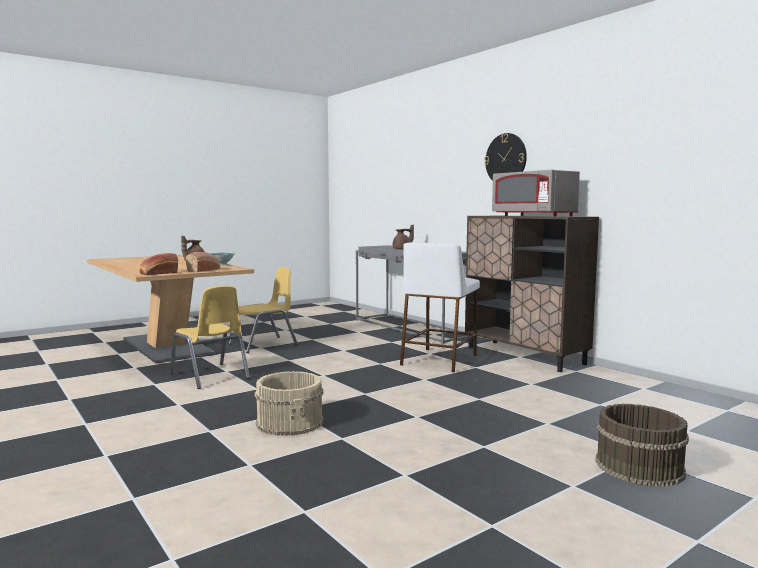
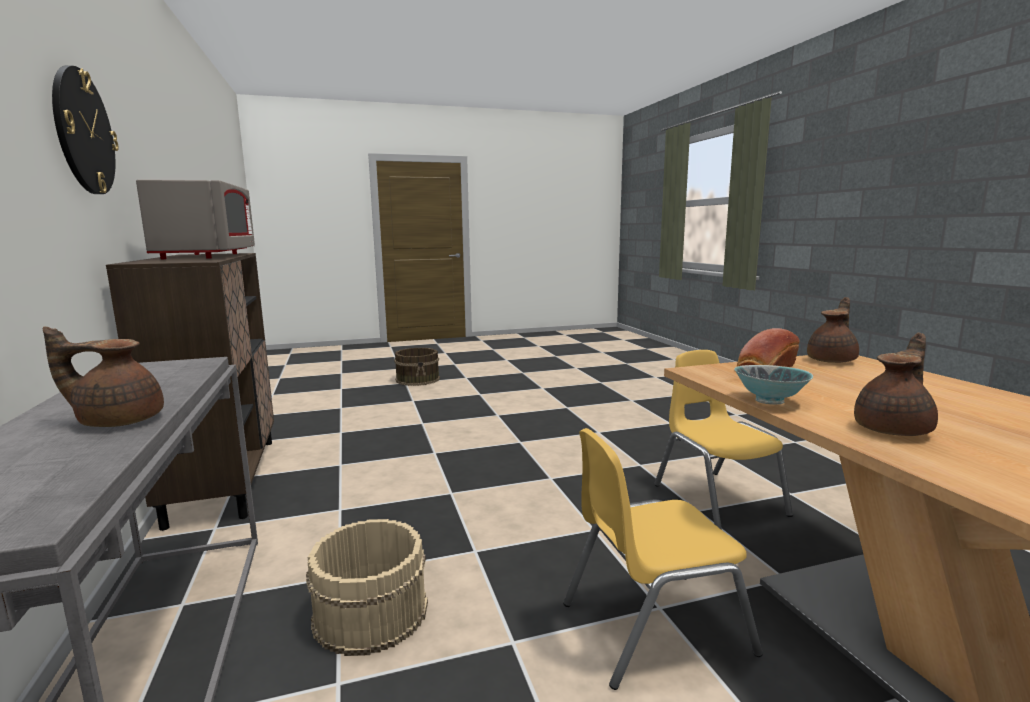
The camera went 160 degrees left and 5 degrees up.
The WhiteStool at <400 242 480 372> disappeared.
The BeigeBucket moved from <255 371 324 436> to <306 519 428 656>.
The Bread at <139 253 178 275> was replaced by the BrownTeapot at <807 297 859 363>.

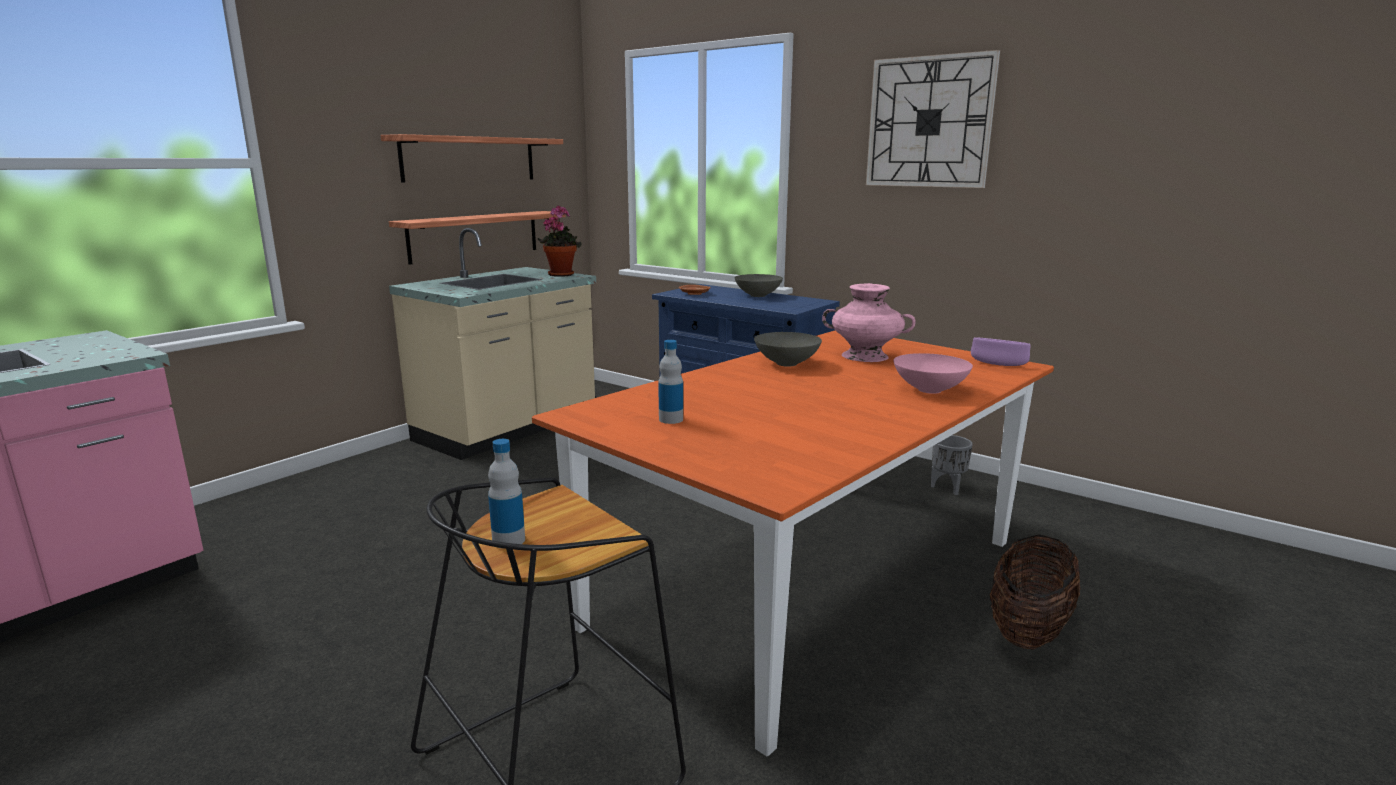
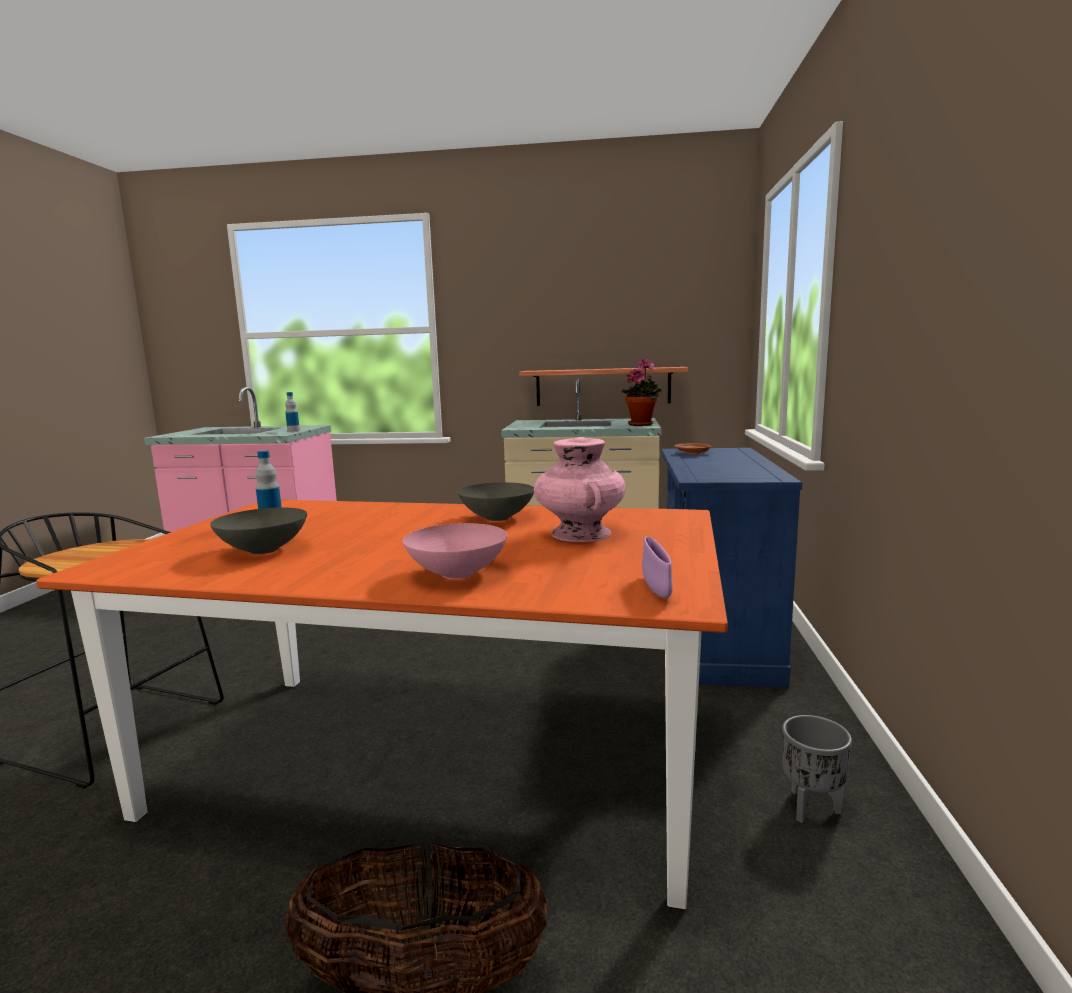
The camera went 60 degrees right and 5 degrees down.
The Shelf at <381 134 563 182> disappeared.
The WallClock at <866 50 1000 188> disappeared.
The Bottle moved from <488 439 525 544> to <285 392 300 432>.
The GreyBowl moved from <734 274 783 297> to <210 507 307 554>.

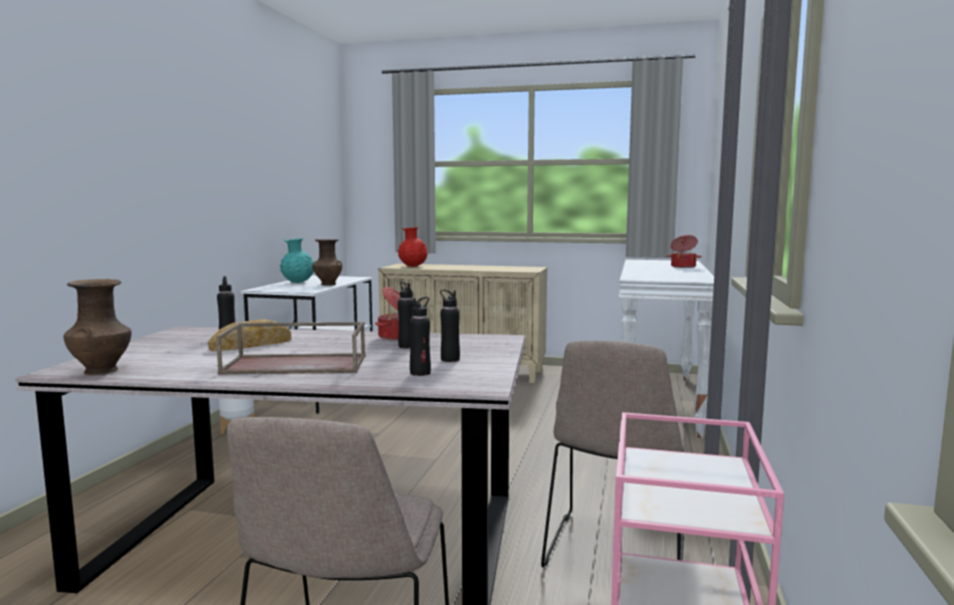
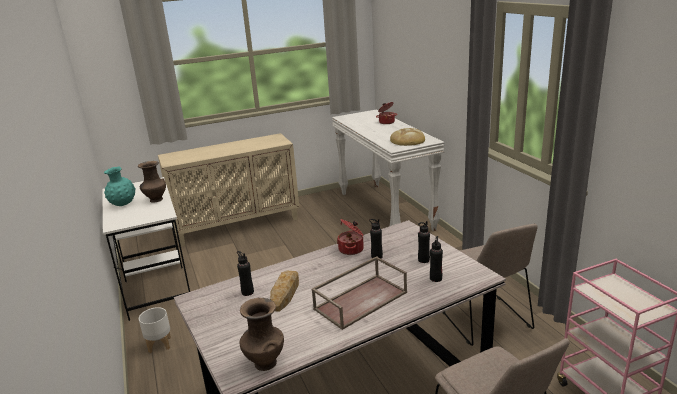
The camera went 35 degrees left and 15 degrees up.
The RedVase at <398 227 428 267> disappeared.
The Bread at <390 128 425 146> appeared.

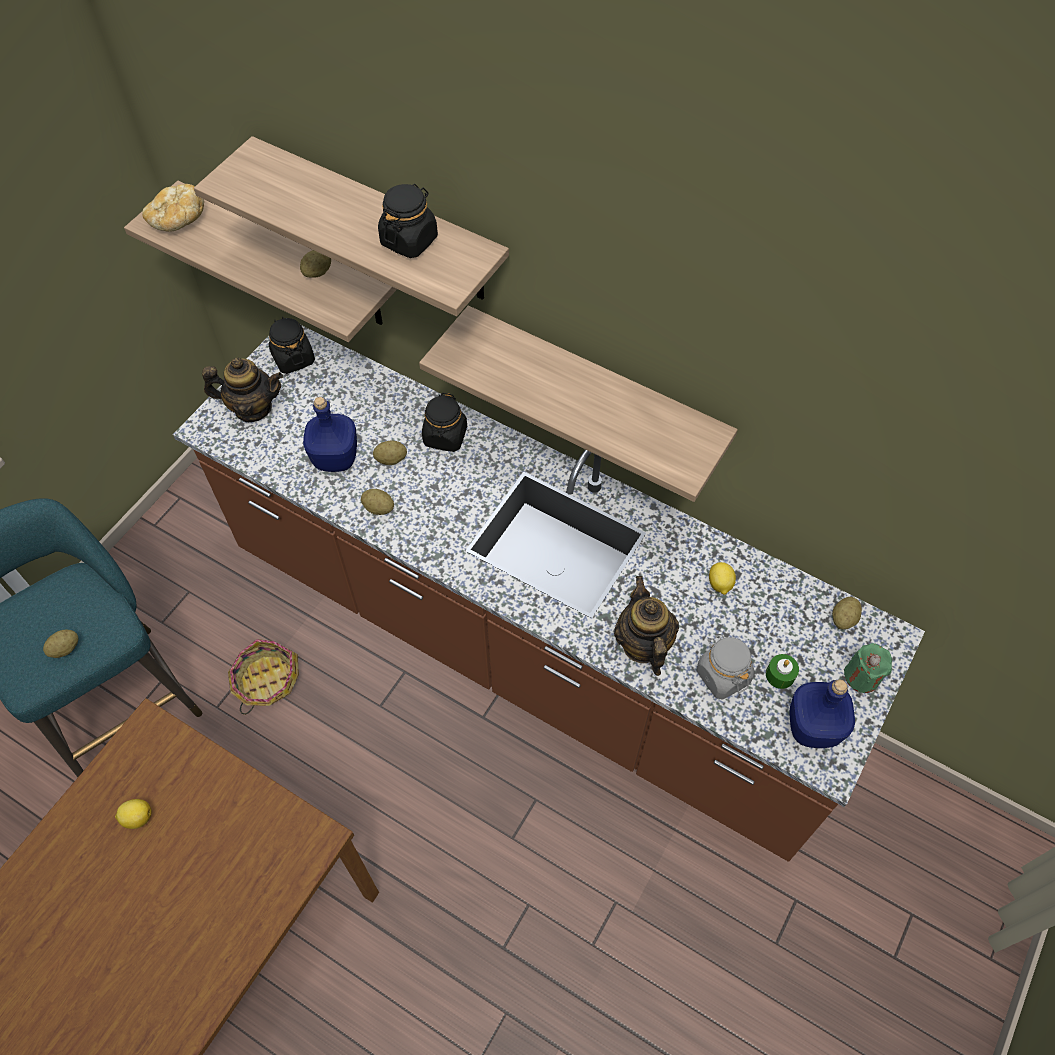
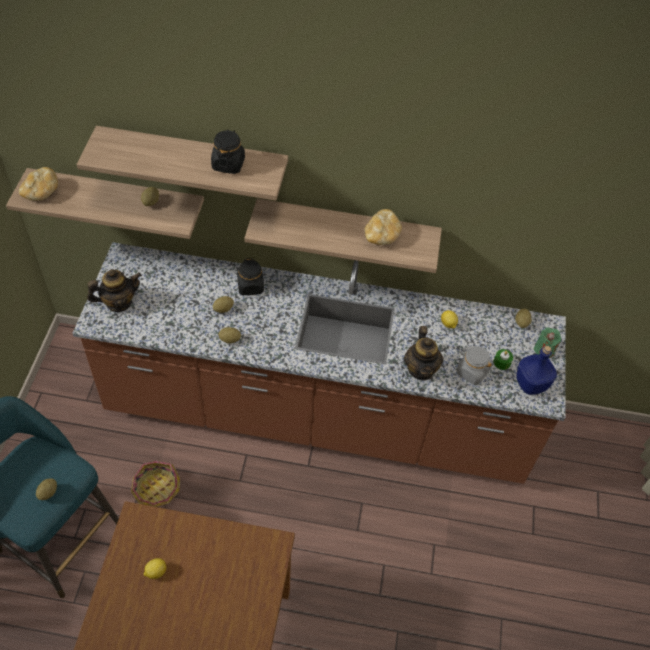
The camera went 25 degrees left and 5 degrees down.
The BlackJar at <268 317 315 374> disappeared.
The BlueBottle at <303 397 357 472> disappeared.
The Bread at <364 209 402 245> appeared.
The Teapot at <614 576 679 676> turned 150 degrees counterclockwise.

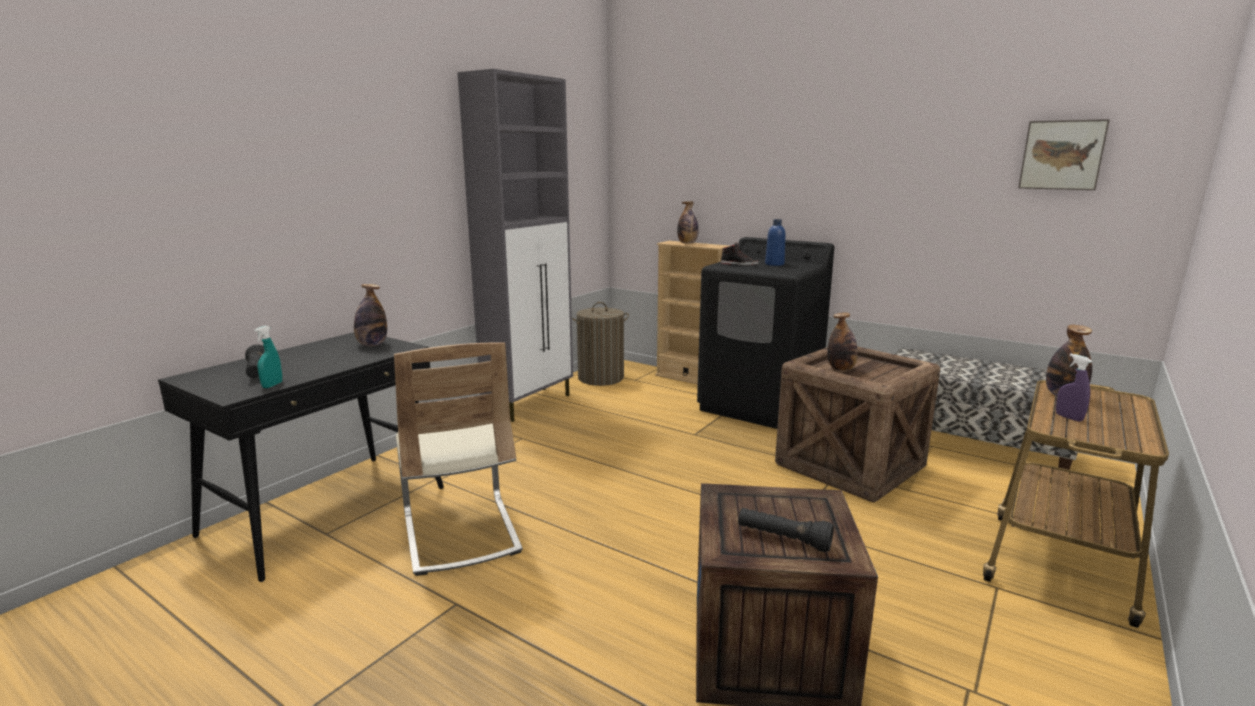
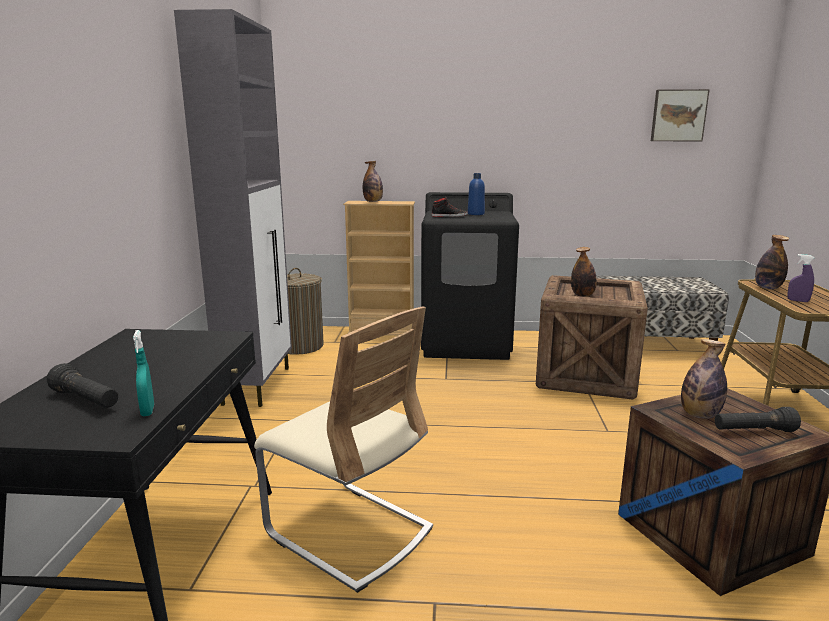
The camera went 30 degrees left and 0 degrees up.
The Bottle moved from <354 284 387 346> to <681 339 727 419>.

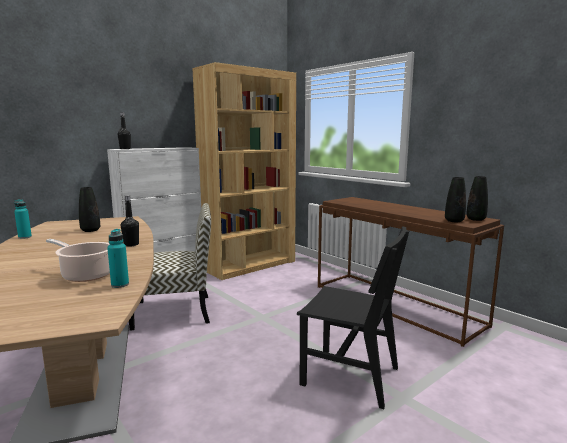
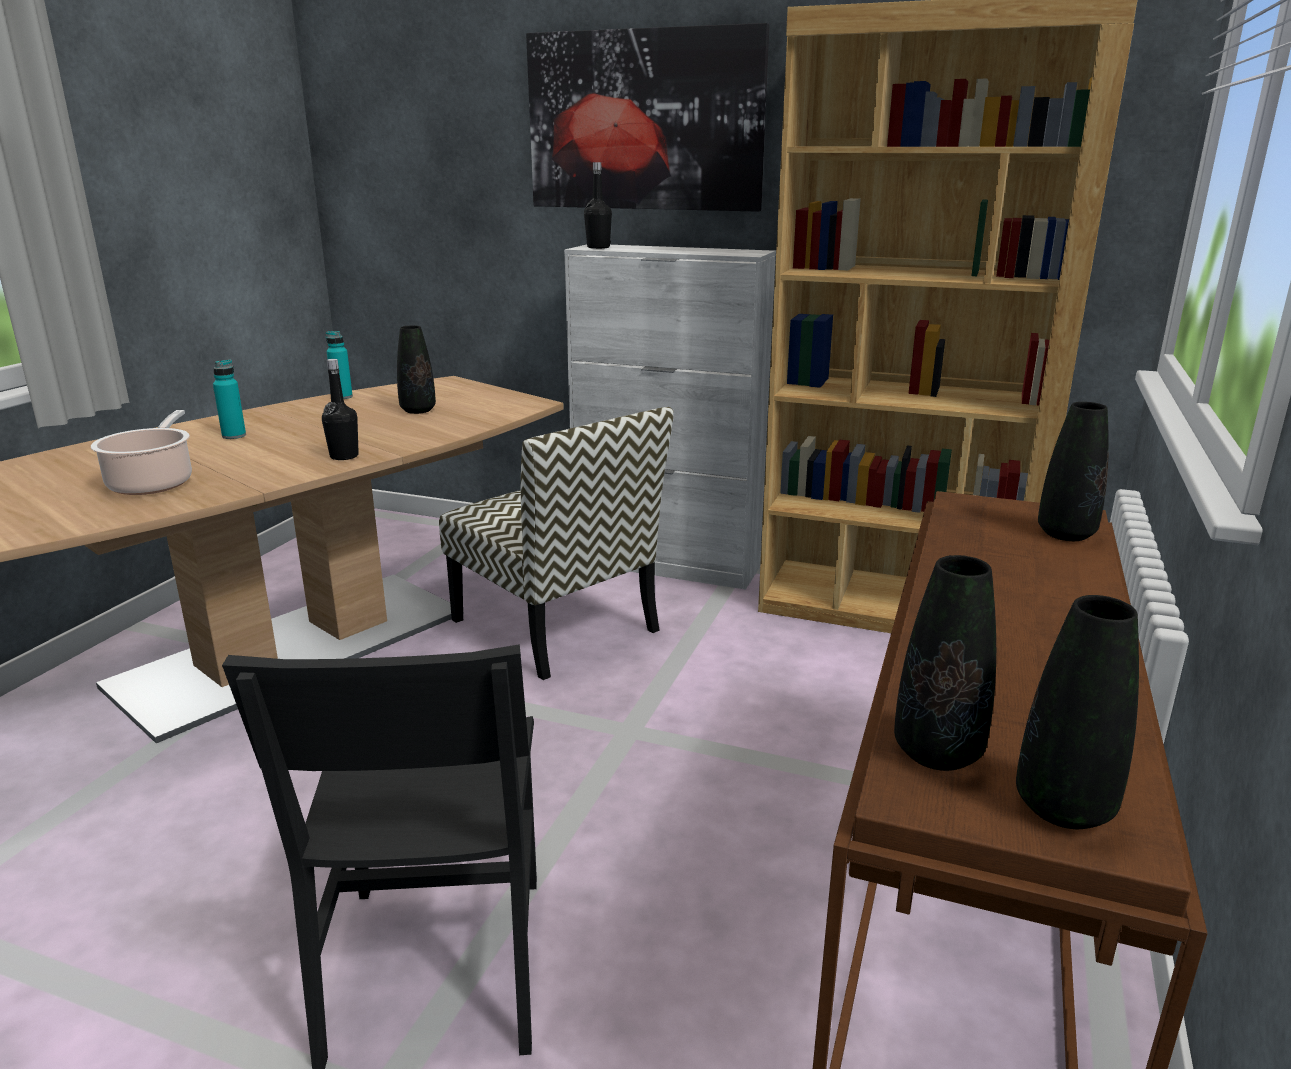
The camera went 60 degrees right and 10 degrees up.
The Picture at <526 23 769 212> appeared.
The BlackVase at <1038 402 1109 541> appeared.
The TurquoiseBottle moved from <107 229 129 288> to <213 359 246 439>.

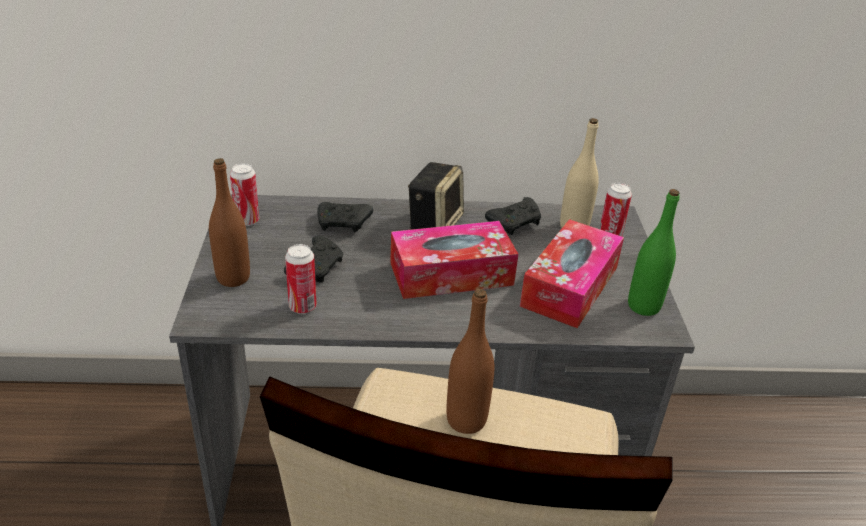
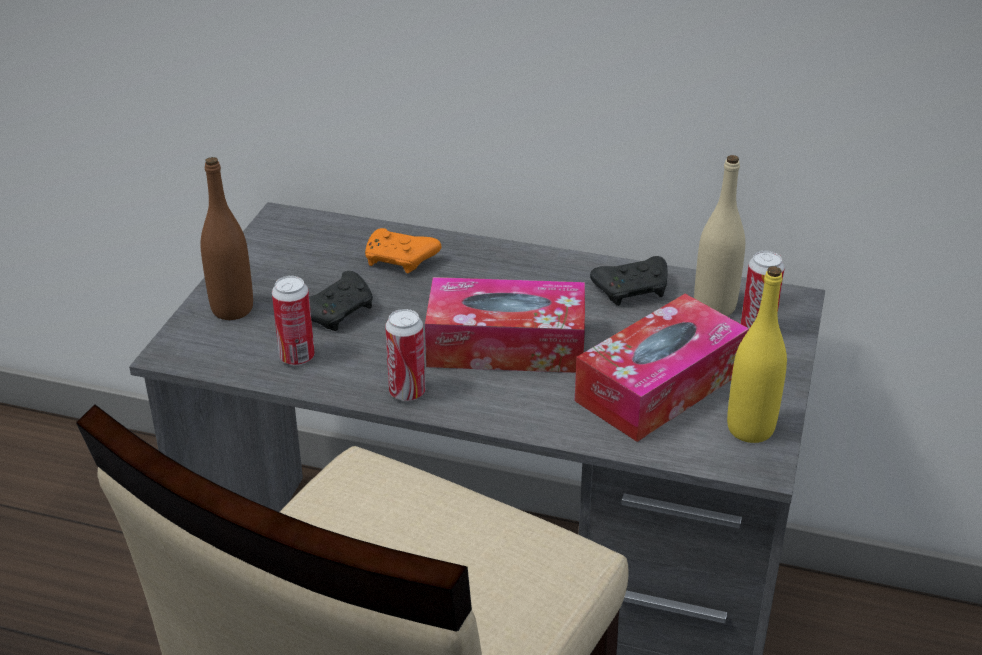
The camera went 20 degrees right and 0 degrees up.
The Speaker at <408 162 464 230> disappeared.
The BrownBottle at <446 289 495 434> disappeared.
The Can moved from <230 163 259 226> to <385 309 426 401>.
The BlackGameController at <317 202 373 232> became the OrangeGameController at <365 228 441 273>.
The GreenBottle at <628 189 680 316> became the YellowBottle at <727 266 787 443>.

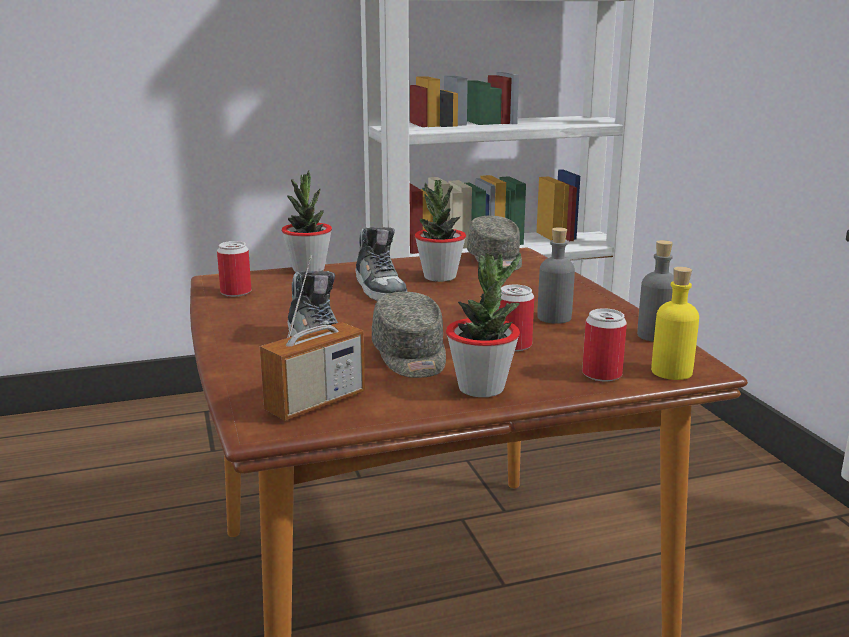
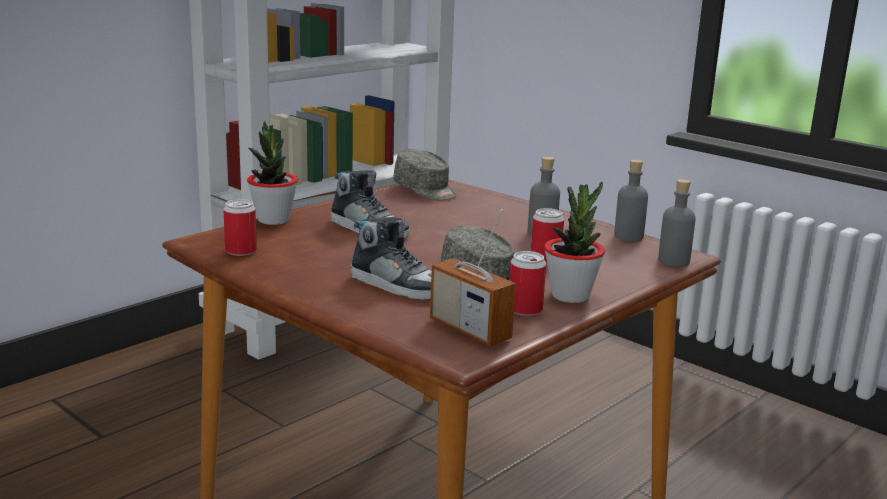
The camera went 30 degrees left and 0 degrees up.
The PottedPlant at <415 180 466 282> disappeared.
The Can moved from <582 308 627 381> to <509 251 546 316>.
The YellowBottle at <651 267 699 380> became the GreyBottle at <658 179 696 267>.
The Radio at <260 255 365 421> turned 120 degrees clockwise.

